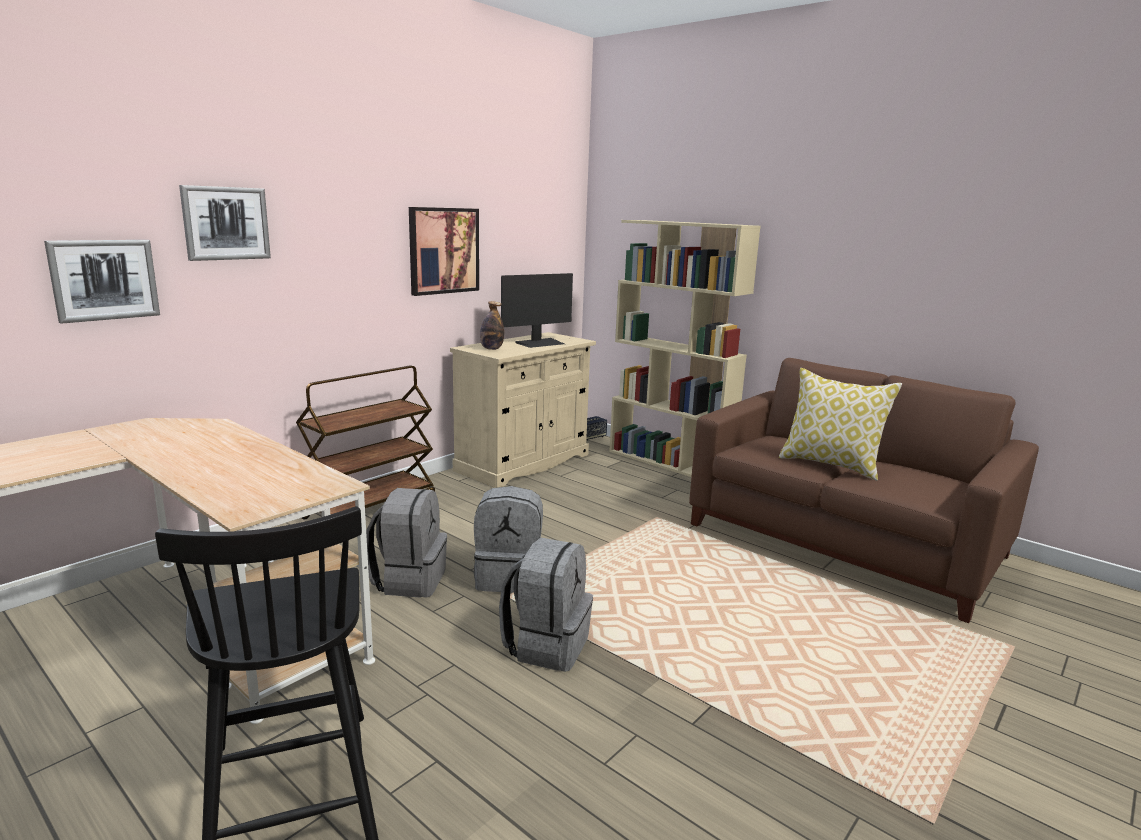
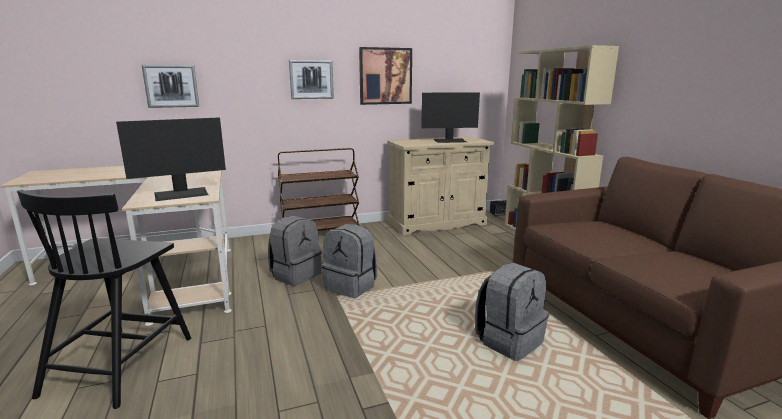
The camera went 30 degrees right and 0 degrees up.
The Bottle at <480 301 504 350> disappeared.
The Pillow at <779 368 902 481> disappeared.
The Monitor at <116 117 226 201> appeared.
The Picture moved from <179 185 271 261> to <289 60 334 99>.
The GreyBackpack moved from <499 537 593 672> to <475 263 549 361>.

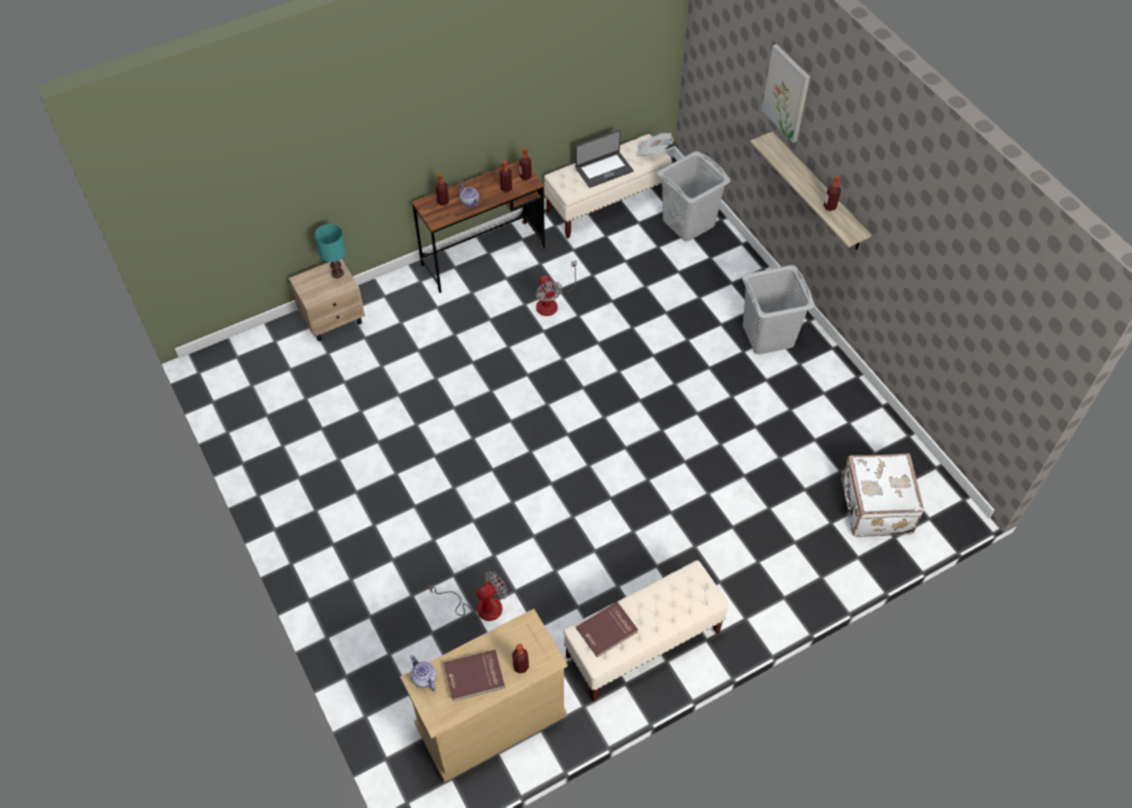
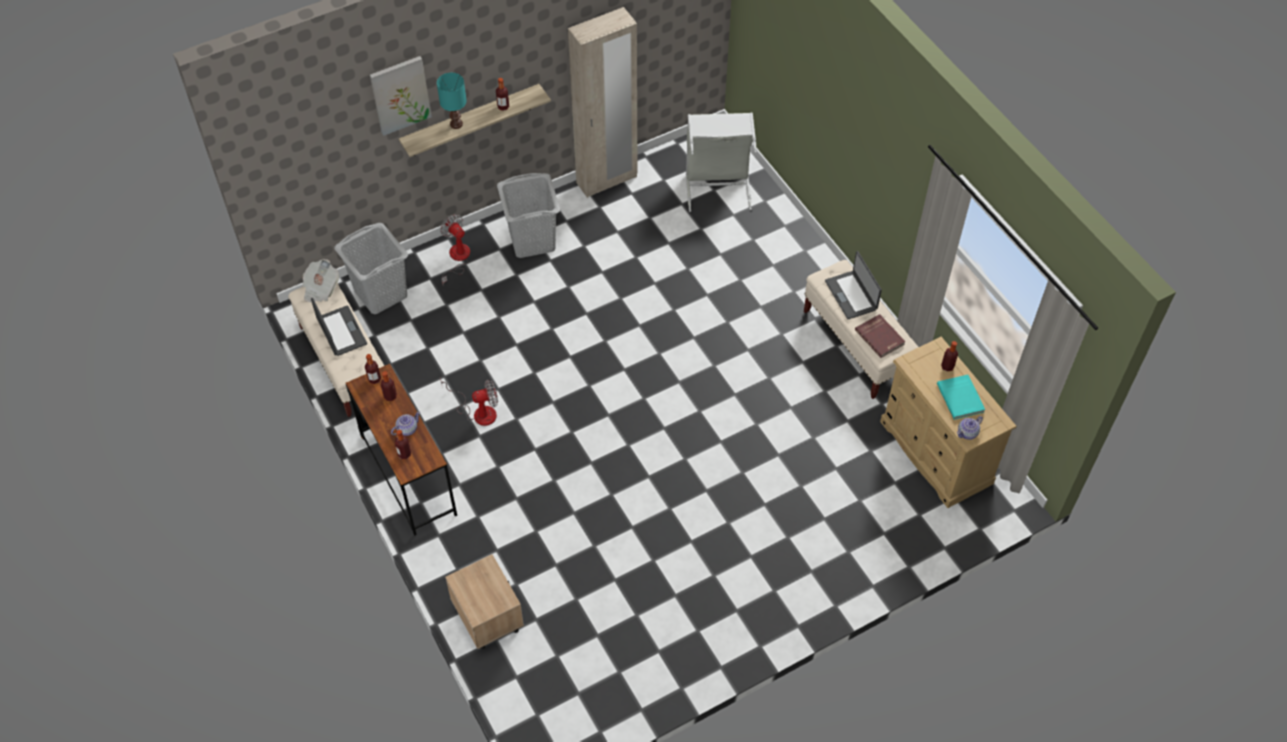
The camera went 90 degrees left and 0 degrees up.
The BeigeWardrobe at <568 7 638 198> appeared.
The Laptop at <825 251 882 319> appeared.
The TurquoiseTableLamp moved from <315 224 346 278> to <437 73 467 129>.
The Fan moved from <428 571 508 621> to <440 215 470 286>.
The WhiteSuitcase at <841 453 924 537> was replaced by the GreyLaundryBasket at <686 112 757 212>.
The RedBook at <444 650 505 701> became the TurquoiseBook at <937 375 985 420>.

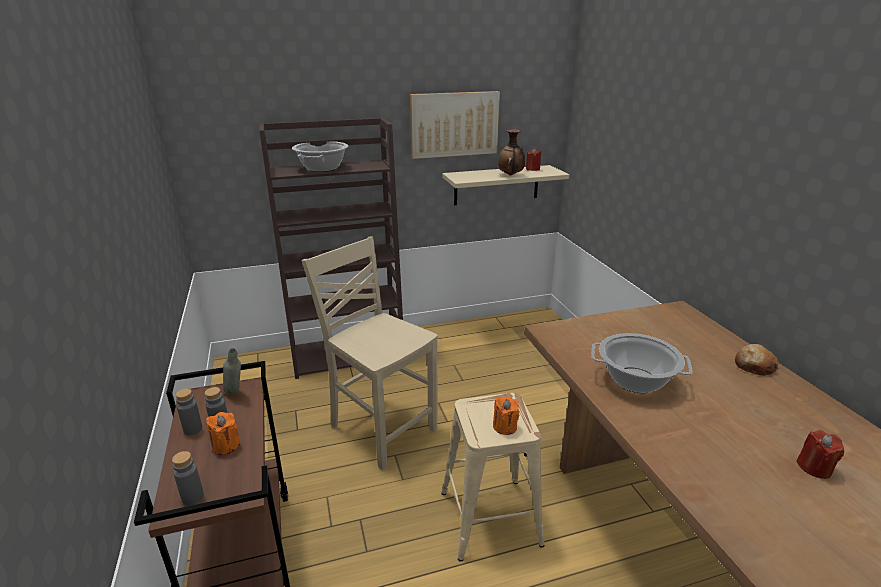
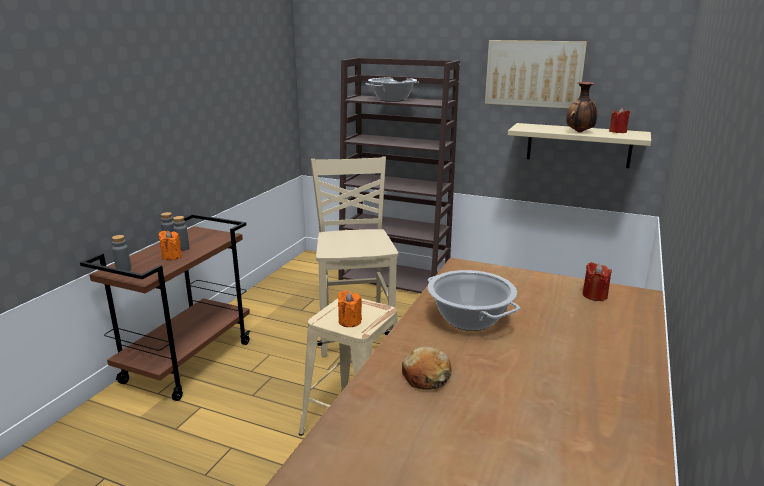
The camera went 40 degrees right and 5 degrees down.
The GreyBottle at <223 348 241 395> disappeared.
The Bread moved from <735 344 779 376> to <402 347 451 390>.
The RedCandle moved from <796 430 844 479> to <582 262 612 301>.

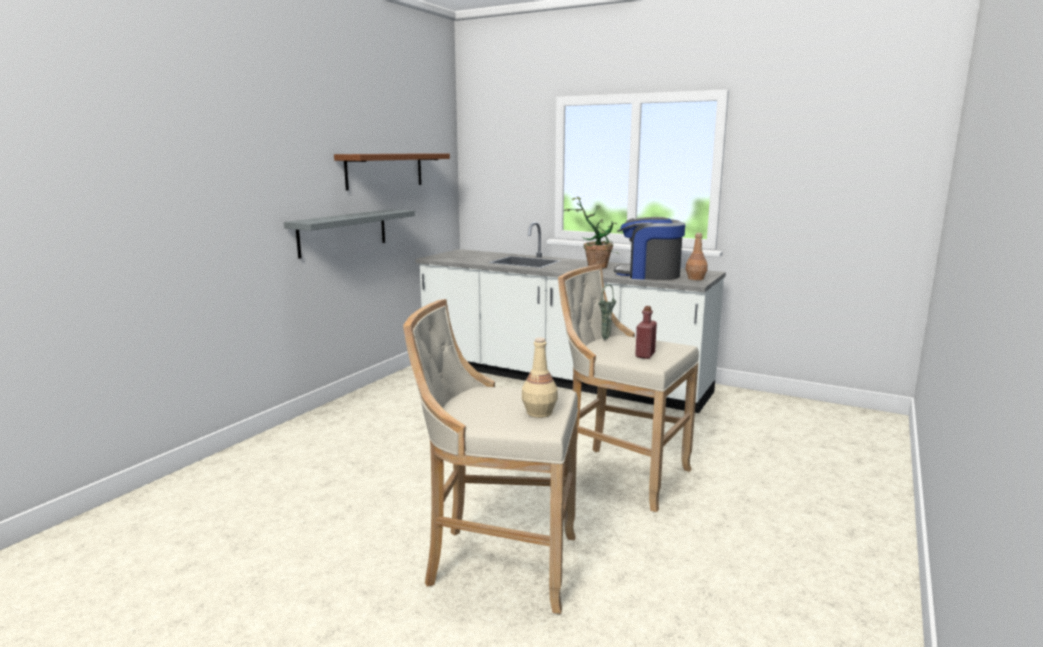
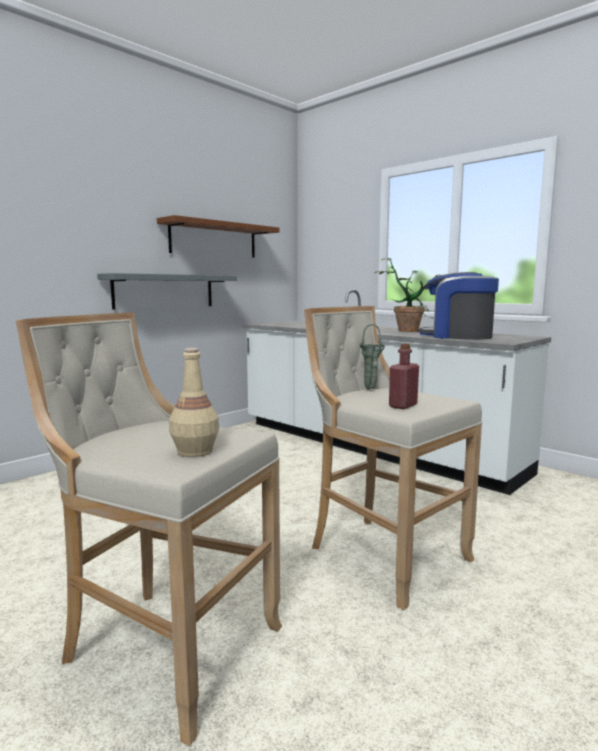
The camera went 15 degrees right and 5 degrees down.
The BrownBottle at <685 233 708 280> disappeared.

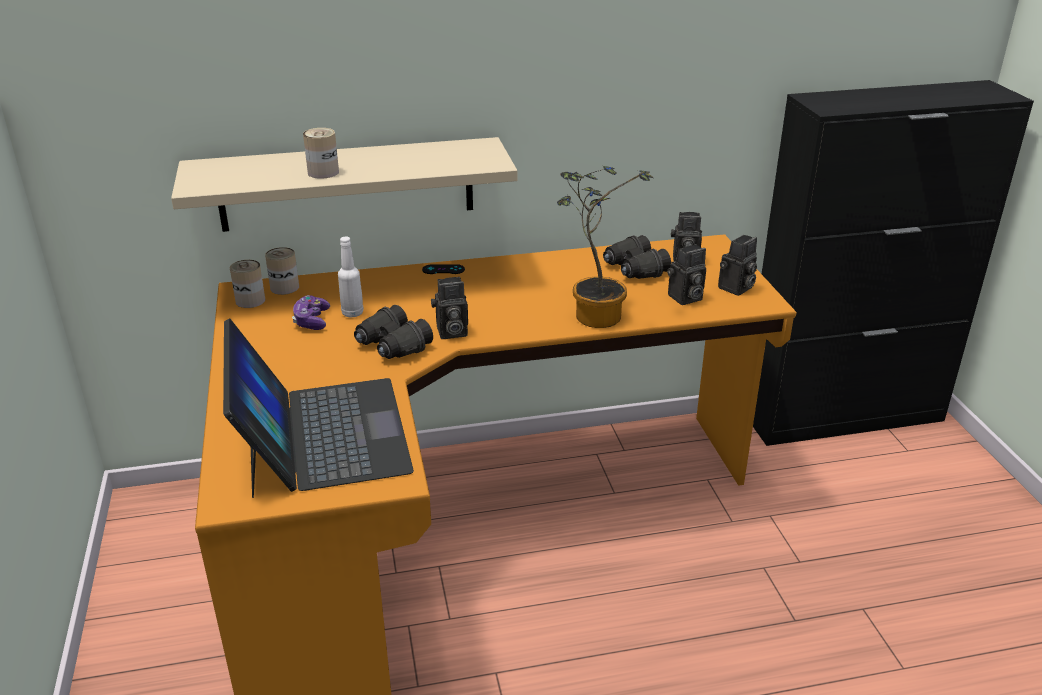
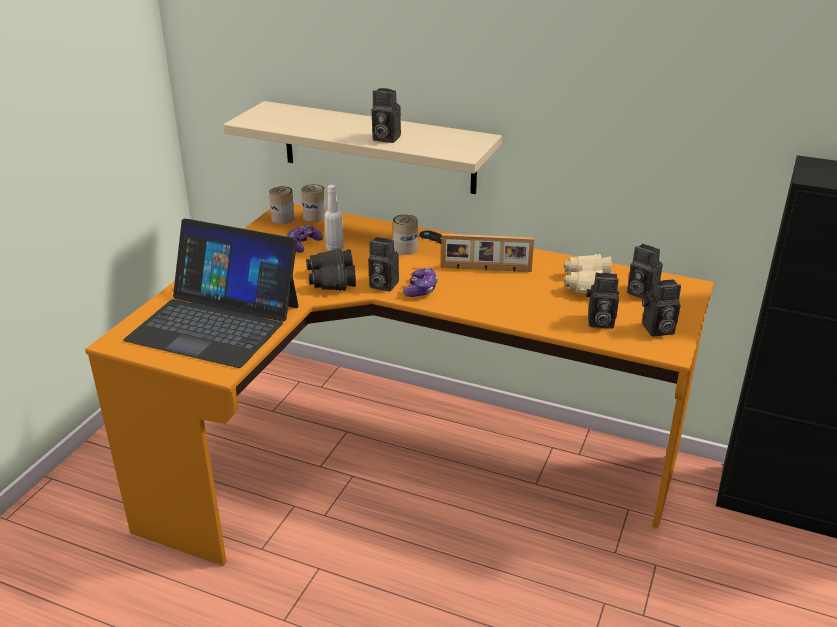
The camera went 35 degrees right and 0 degrees up.
The PottedPlant at <557 166 653 328> disappeared.
The PhotoCamera at <371 88 401 143> appeared.
The GameController at <403 267 438 297> appeared.
The PictureFrame at <441 234 534 272> appeared.
The Can moved from <303 128 339 178> to <393 214 418 255>.
The BlackBinoculars at <603 235 671 279> became the BeigeBinoculars at <564 254 613 294>.
The Laptop at <223 318 414 498> turned 90 degrees clockwise.

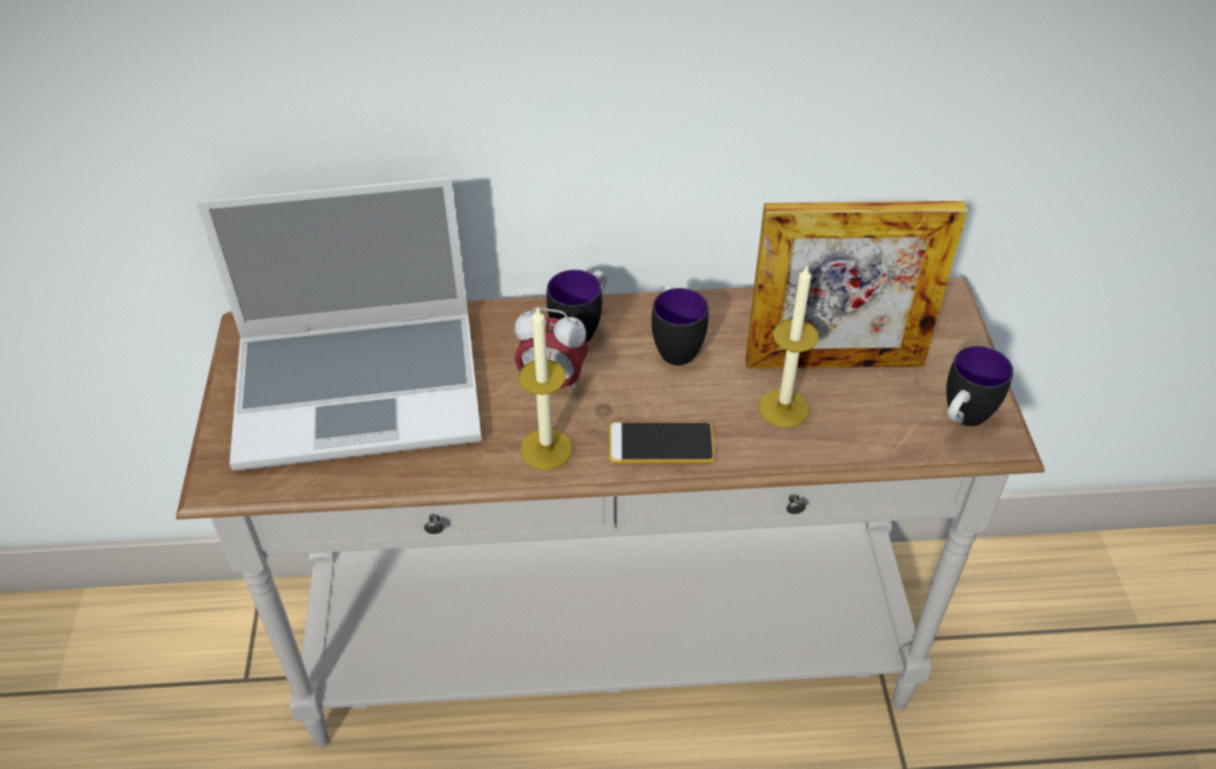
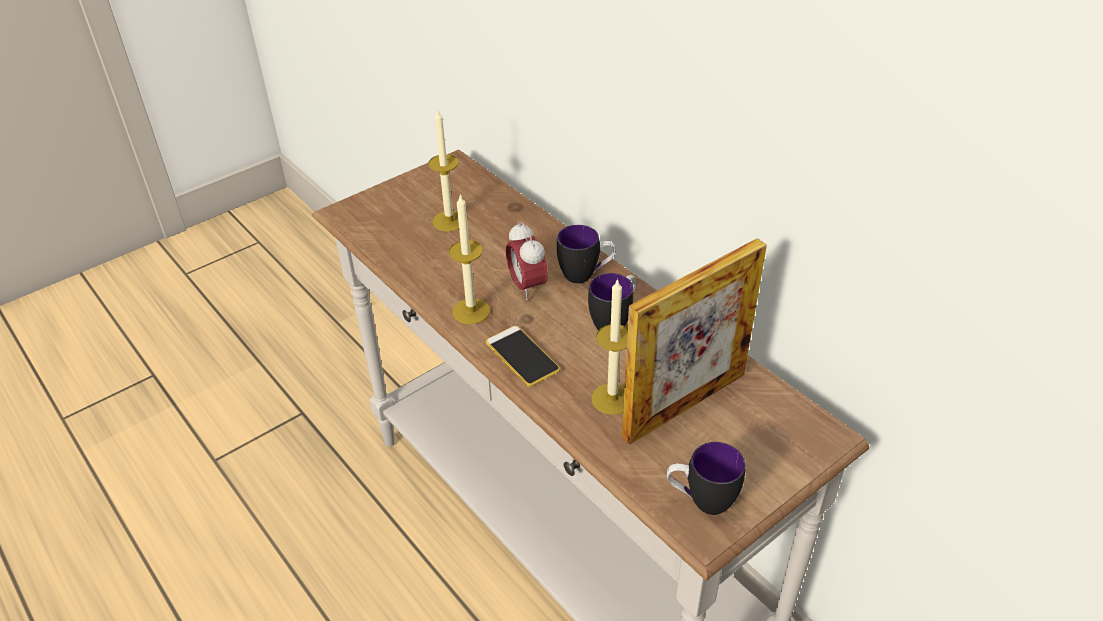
The camera went 55 degrees right and 5 degrees down.
The Laptop at <197 177 482 471> was replaced by the Candle at <428 108 459 232>.
The PictureFrame at <745 201 968 369> turned 90 degrees counterclockwise.

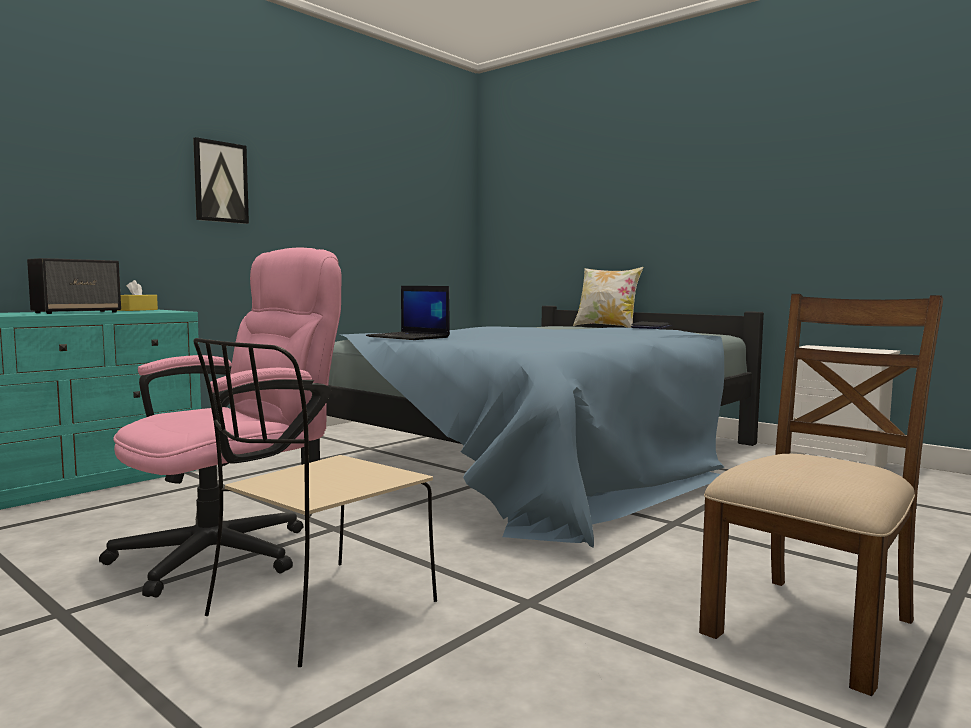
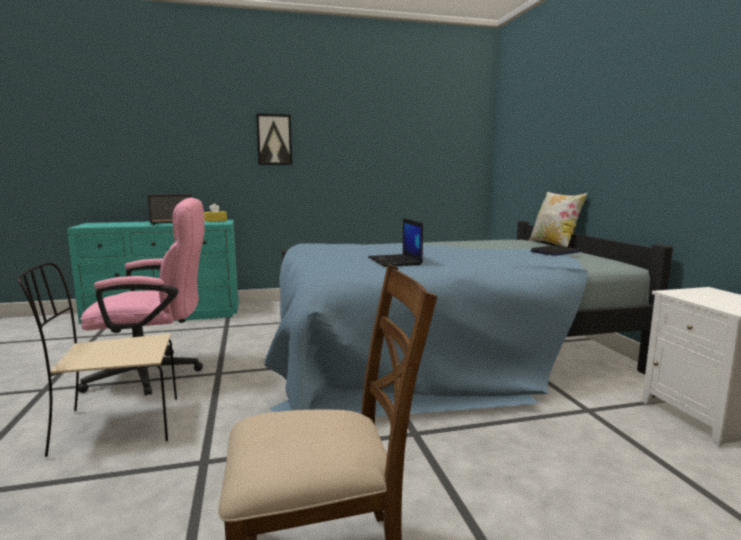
The camera went 35 degrees right and 5 degrees up.
The Laptop moved from <366 286 450 340> to <368 218 423 267>.

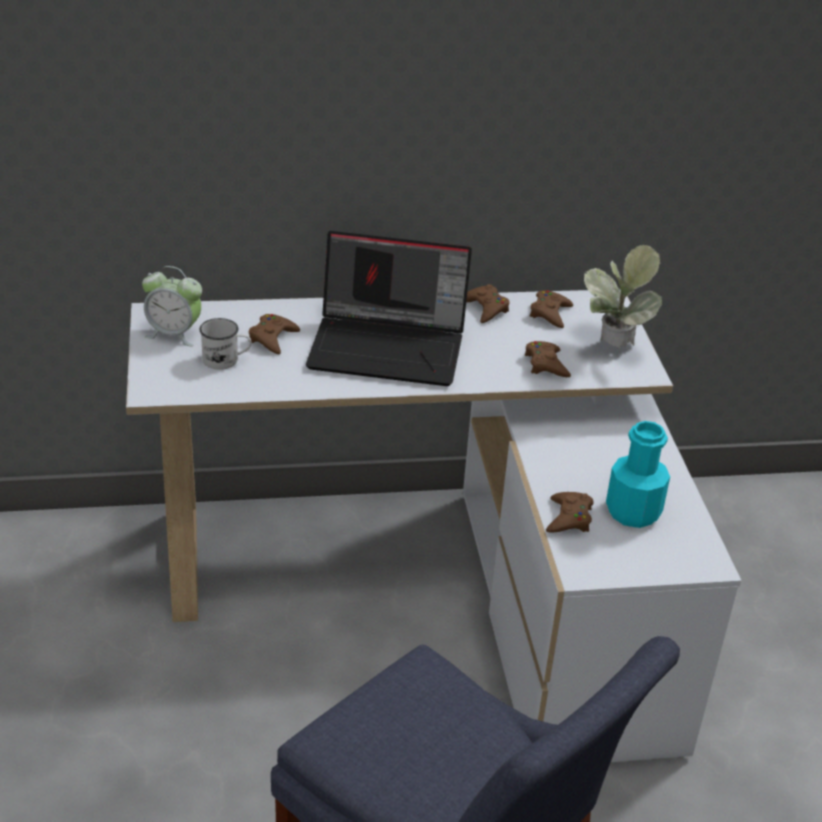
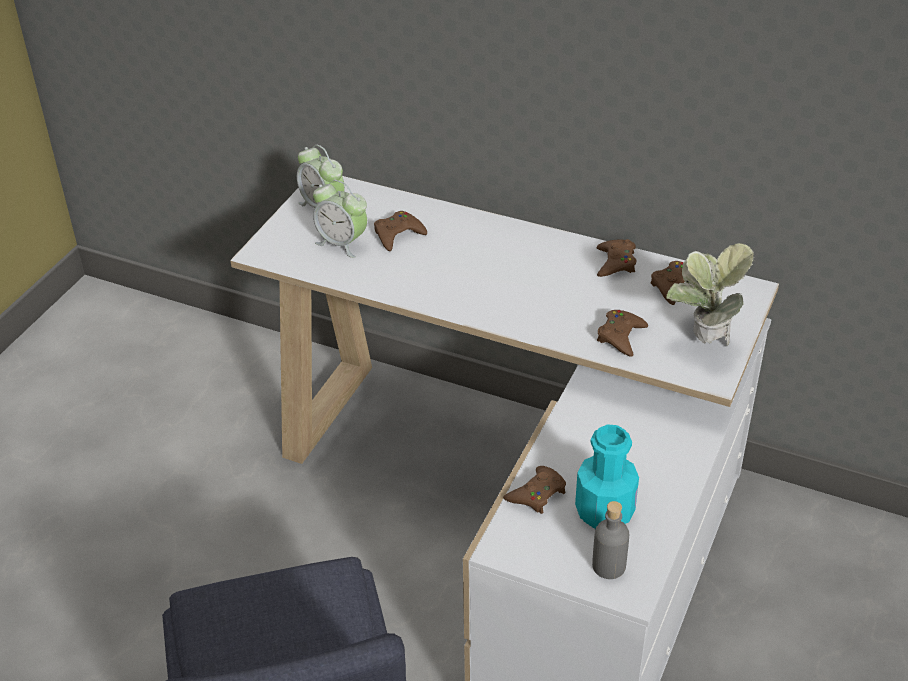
The camera went 35 degrees right and 5 degrees up.
The Laptop at <306 231 472 386> disappeared.
The GreyBottle at <592 501 629 579> appeared.
The WhiteMug at <199 318 251 370> was replaced by the AlarmClock at <313 180 367 258>.

